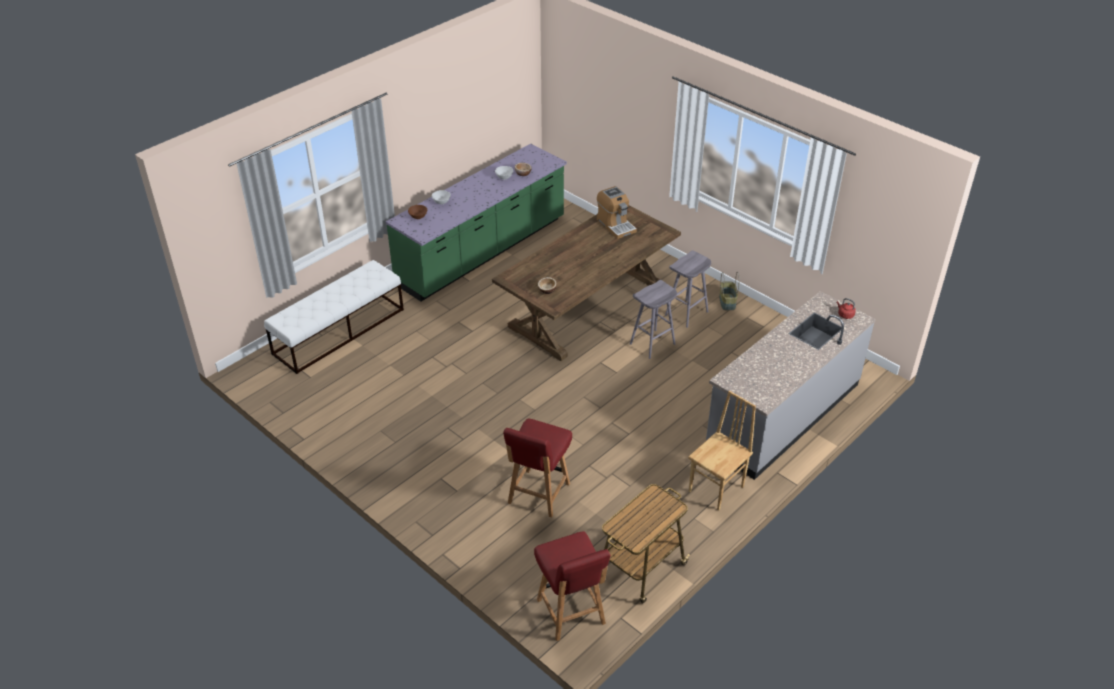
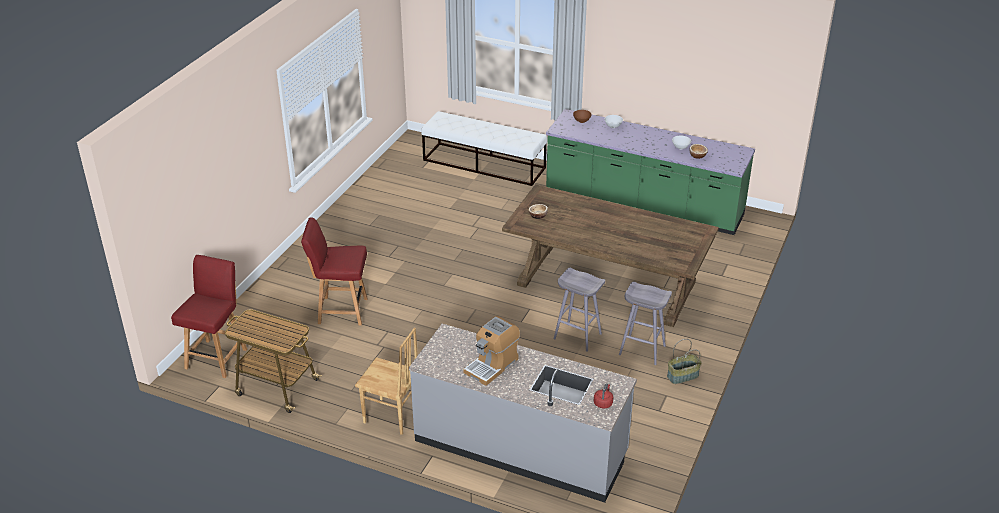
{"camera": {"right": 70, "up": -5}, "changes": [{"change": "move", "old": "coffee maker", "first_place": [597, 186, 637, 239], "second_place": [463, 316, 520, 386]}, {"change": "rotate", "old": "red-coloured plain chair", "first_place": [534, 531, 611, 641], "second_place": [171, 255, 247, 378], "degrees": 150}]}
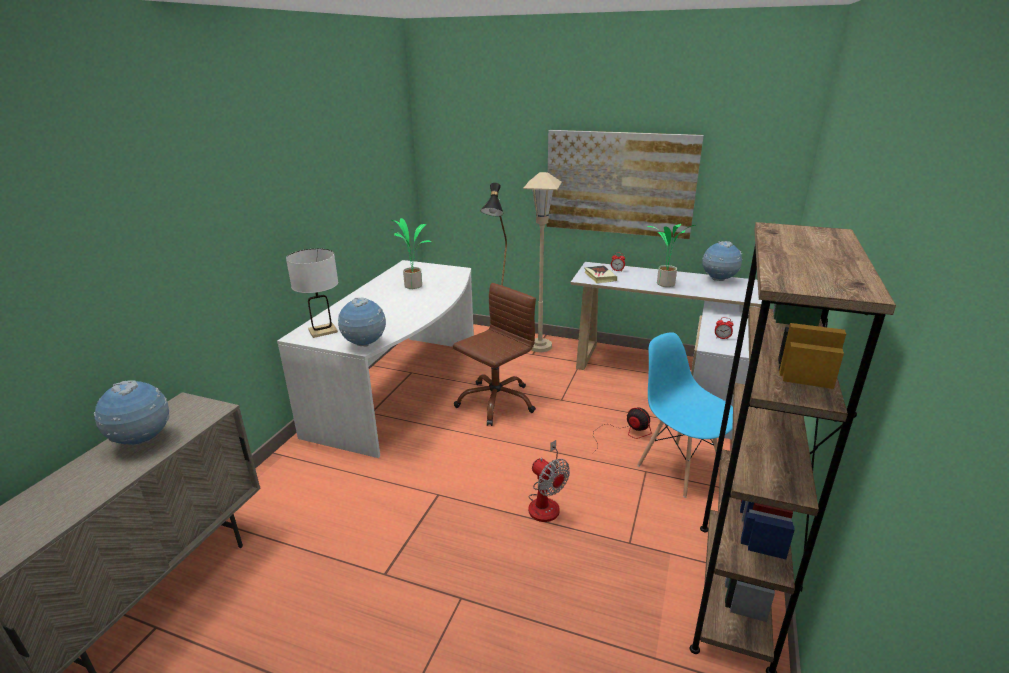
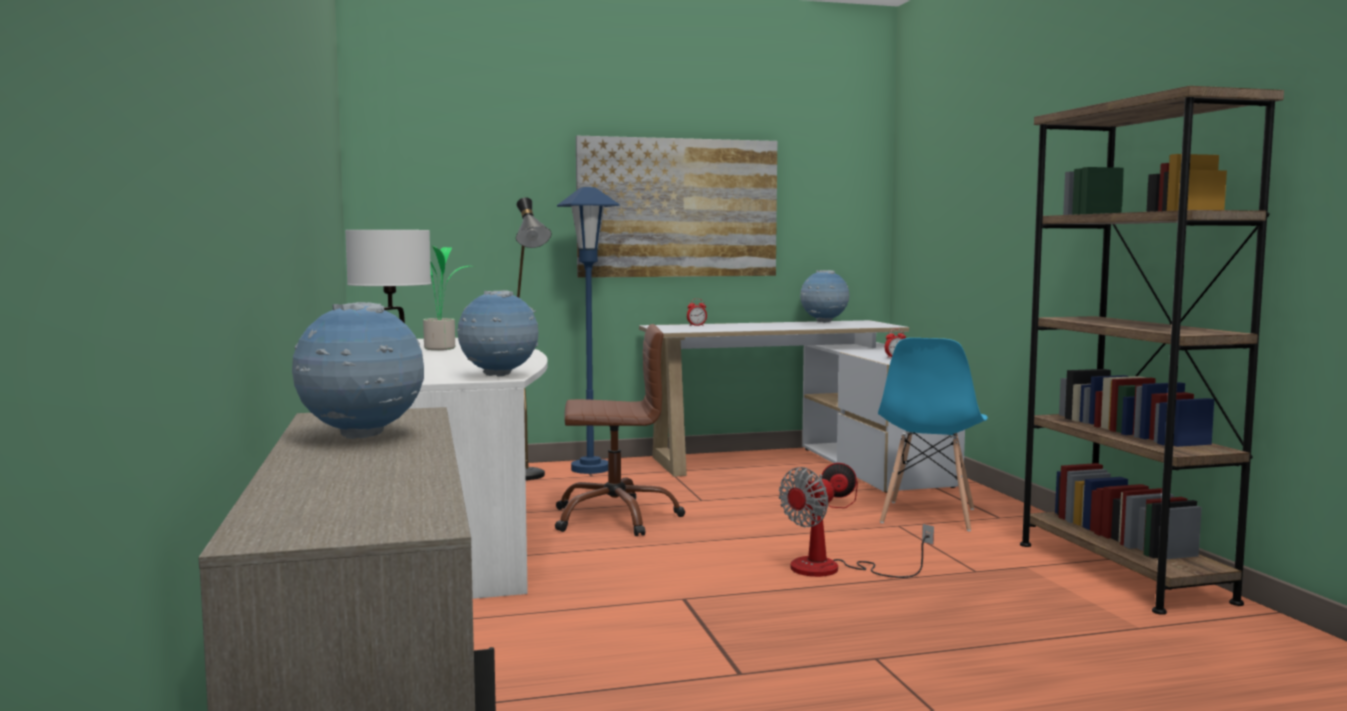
{"camera": {"right": -35, "up": -20}, "changes": [{"change": "delete", "old": "book", "first_place": [584, 265, 617, 283]}, {"change": "delete", "old": "potted plant", "first_place": [648, 224, 696, 287]}, {"change": "recolor", "old": "beige standard lamp", "new": "blue-coloured standard lamp", "first_place": [523, 172, 562, 352], "second_place": [557, 187, 620, 474]}, {"change": "rotate", "old": "brownish office chair", "first_place": [453, 283, 536, 426], "second_place": [555, 324, 685, 536], "degrees": 75}, {"change": "rotate", "old": "cooling fan", "first_place": [528, 440, 570, 522], "second_place": [779, 467, 934, 578], "degrees": 120}, {"change": "rotate", "old": "blue-coloured plain chair", "first_place": [637, 332, 733, 498], "second_place": [878, 338, 988, 531], "degrees": -90}]}
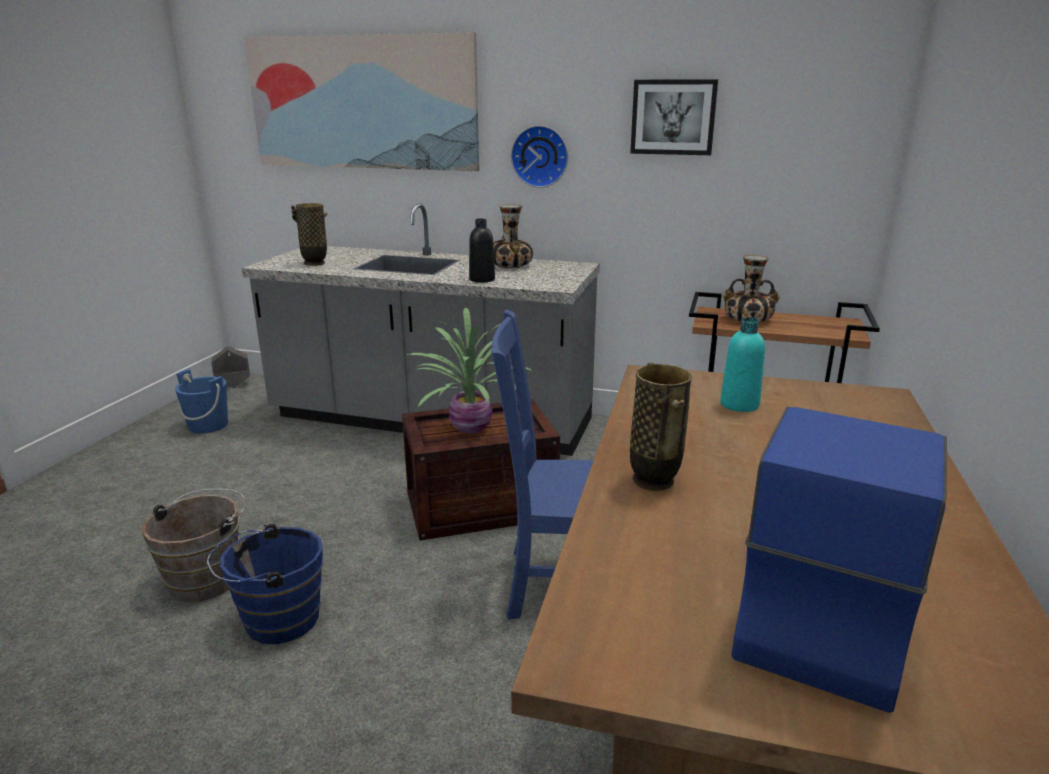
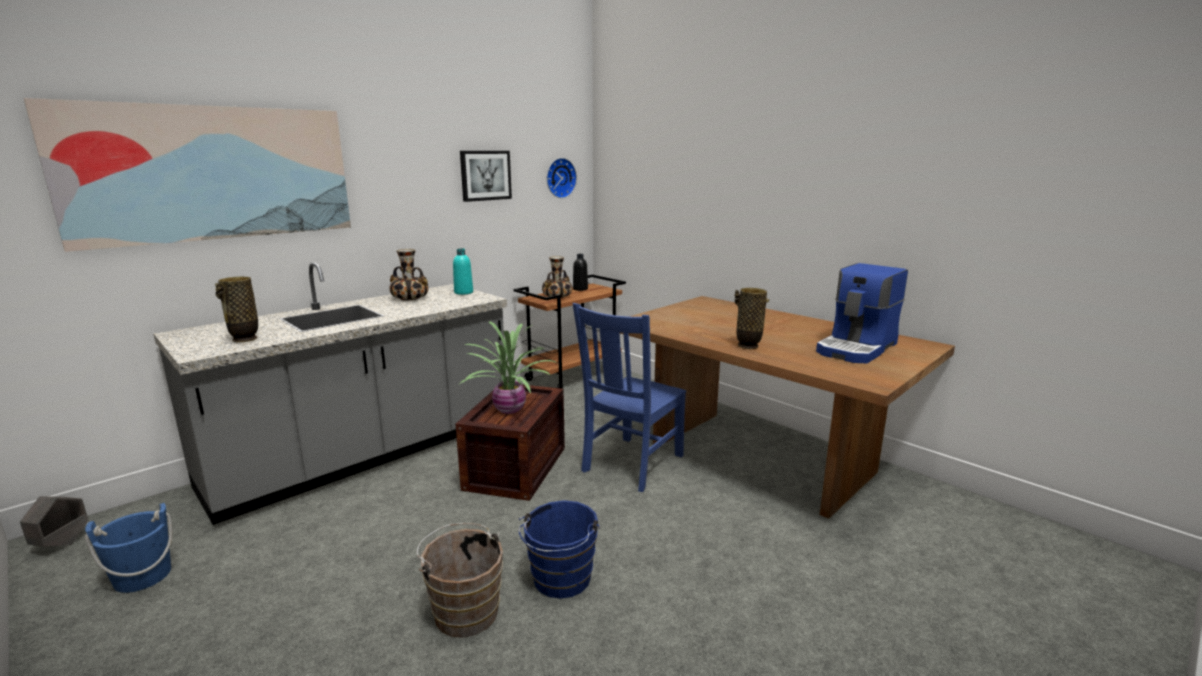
{"camera": {"right": -60, "up": -5}, "changes": [{"change": "move", "old": "black bottle", "first_place": [469, 219, 495, 283], "second_place": [573, 254, 588, 291]}, {"change": "move", "old": "hanging clock", "first_place": [511, 125, 568, 188], "second_place": [547, 158, 577, 198]}, {"change": "move", "old": "blue-green bottle", "first_place": [720, 318, 765, 412], "second_place": [453, 249, 473, 295]}, {"change": "rotate", "old": "coffee maker", "first_place": [731, 407, 947, 713], "second_place": [816, 263, 908, 363], "degrees": -105}]}
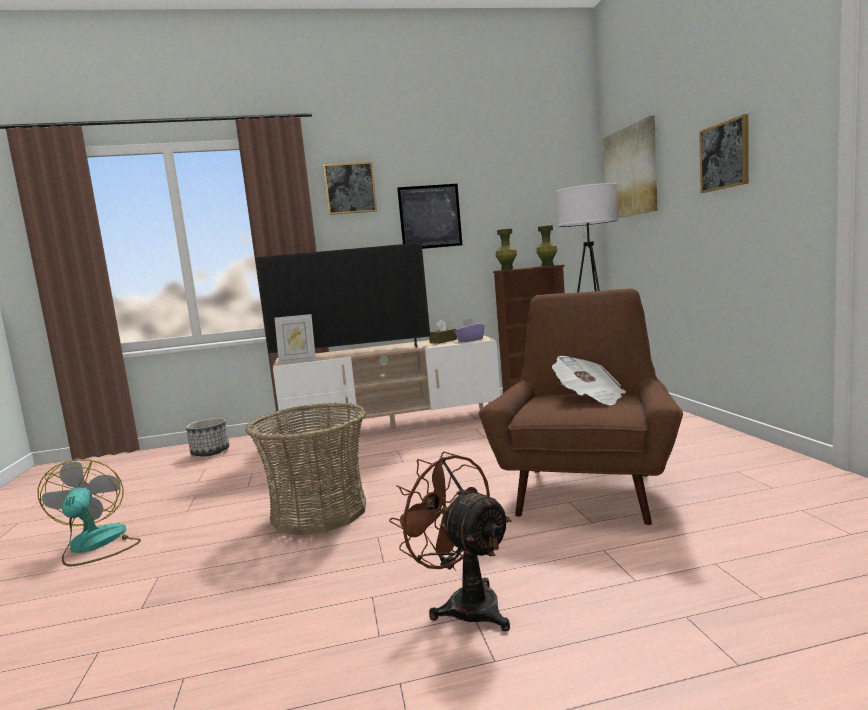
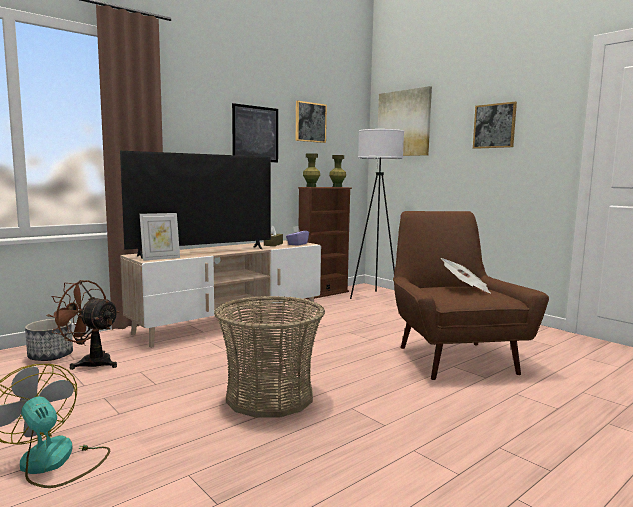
{"camera": {"right": -30, "up": 0}, "changes": [{"change": "move", "old": "wall picture", "first_place": [323, 162, 377, 215], "second_place": [296, 101, 327, 143]}, {"change": "move", "old": "brownish cooling fan", "first_place": [389, 452, 512, 631], "second_place": [46, 280, 119, 370]}]}
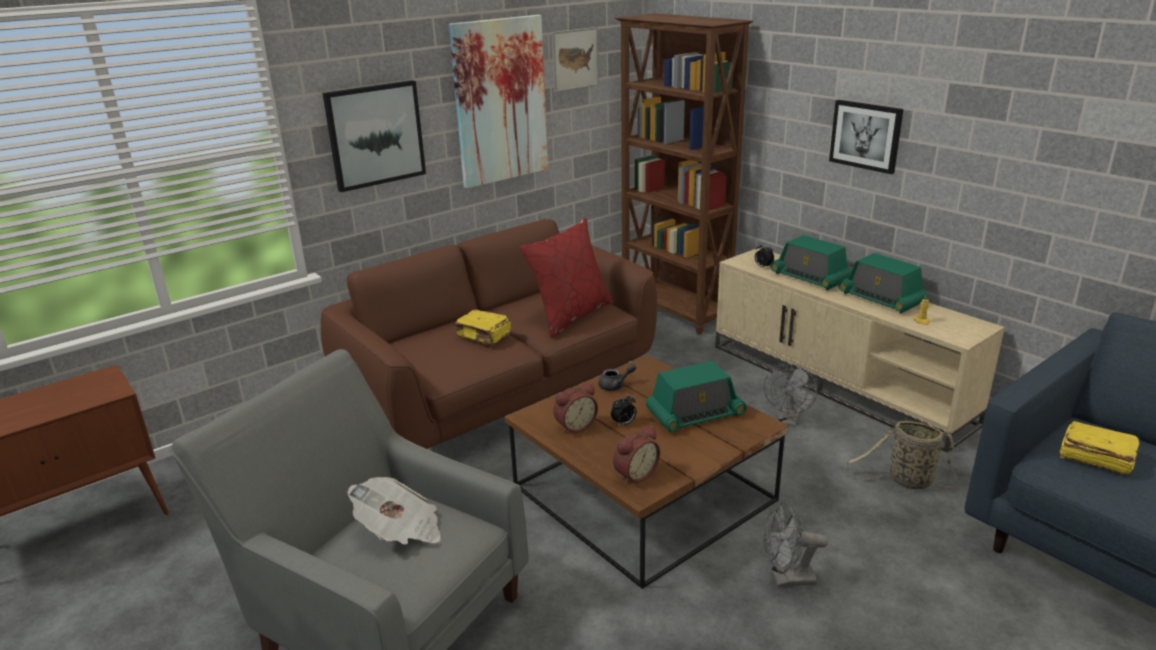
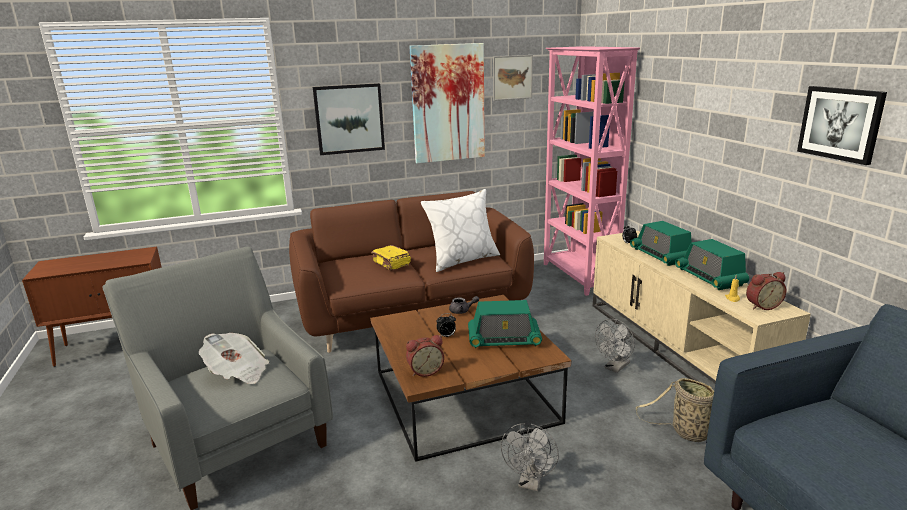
{"camera": {"right": 20, "up": -5}, "changes": [{"change": "delete", "old": "yellow book", "first_place": [1059, 421, 1140, 475]}, {"change": "move", "old": "alarm clock", "first_place": [553, 383, 598, 434], "second_place": [746, 272, 786, 310]}, {"change": "move", "old": "wall picture", "first_place": [829, 100, 904, 174], "second_place": [797, 86, 887, 165]}, {"change": "recolor", "old": "red-coloured pillow", "new": "white-coloured pillow", "first_place": [520, 217, 613, 338], "second_place": [421, 189, 500, 272]}, {"change": "recolor", "old": "brownish bookcase", "new": "pinkish bookcase", "first_place": [615, 13, 753, 335], "second_place": [544, 46, 640, 296]}, {"change": "rotate", "old": "grey cooling fan", "first_place": [763, 502, 828, 586], "second_place": [501, 423, 559, 491], "degrees": -90}]}
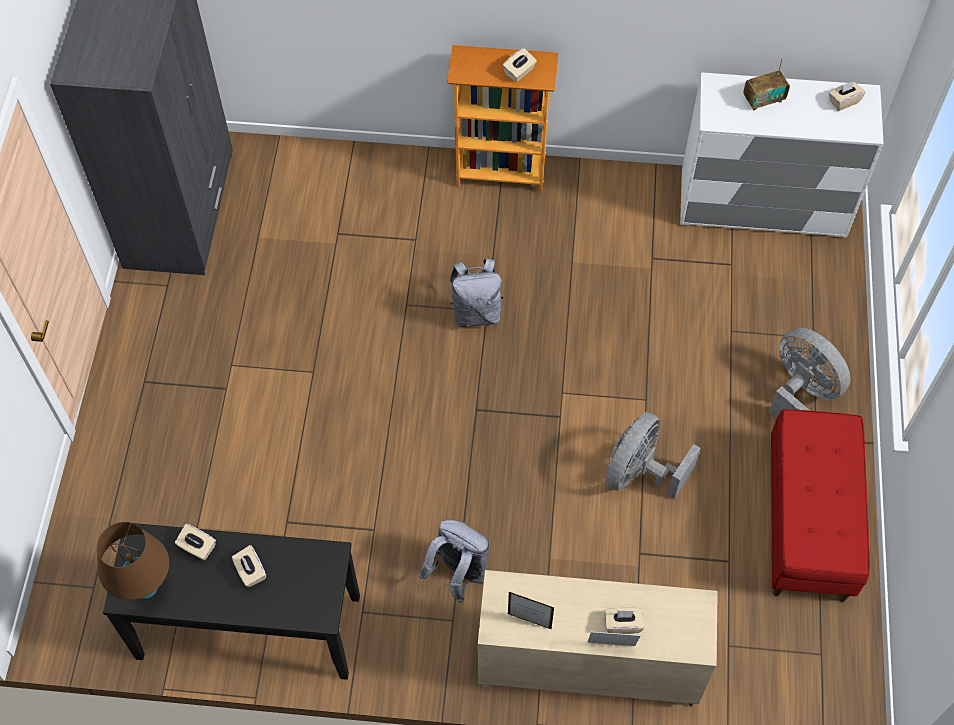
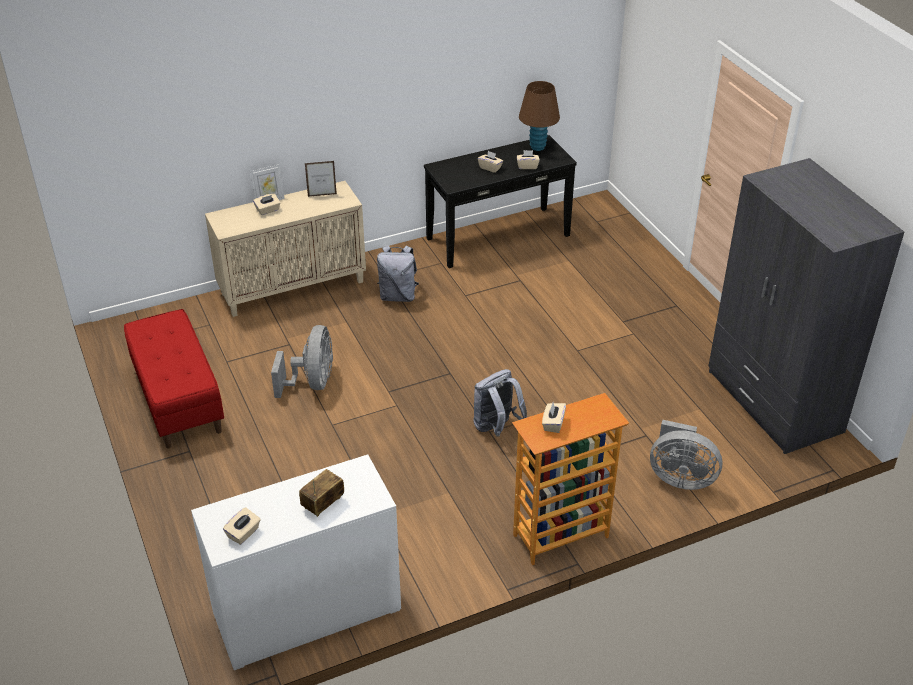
{"camera": {"right": 150, "up": -20}, "changes": [{"change": "move", "old": "grey cooling fan", "first_place": [769, 328, 851, 418], "second_place": [650, 420, 722, 490]}]}
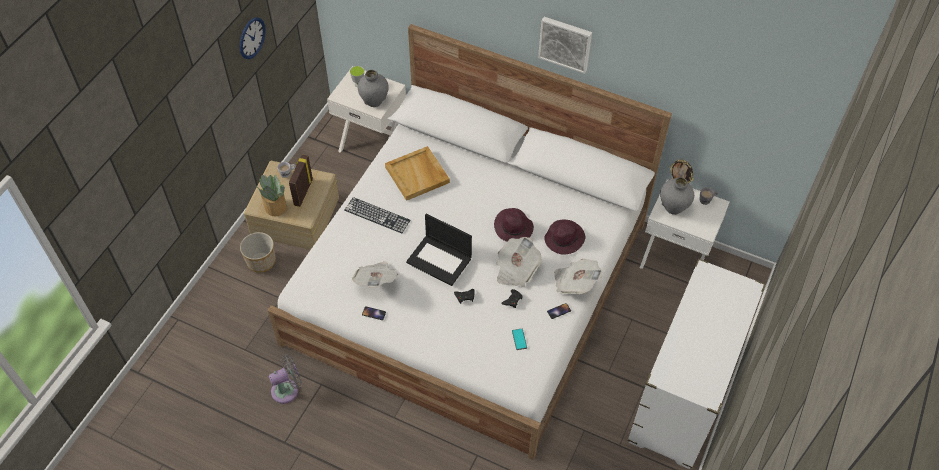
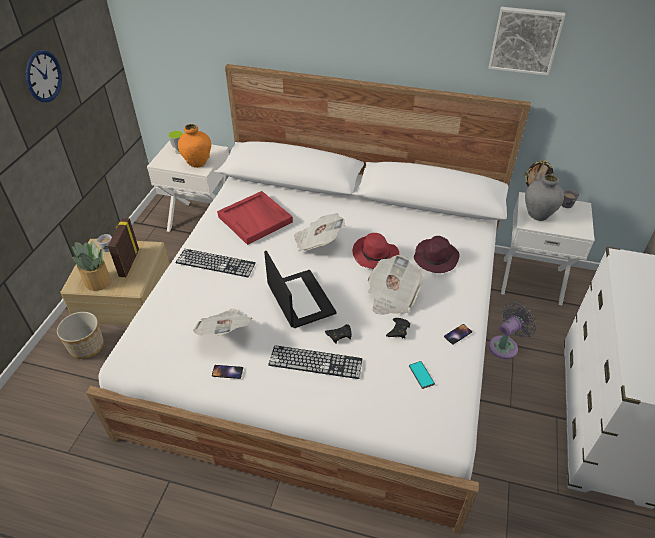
{"camera": {"right": -10, "up": -10}, "changes": [{"change": "insert", "new": "computer keyboard", "second_place": [268, 345, 362, 379]}, {"change": "move", "old": "grey cooling fan", "first_place": [269, 354, 302, 404], "second_place": [489, 302, 537, 359]}, {"change": "move", "old": "wall picture", "first_place": [538, 17, 592, 74], "second_place": [488, 7, 565, 76]}, {"change": "move", "old": "daily paper", "first_place": [554, 259, 602, 294], "second_place": [294, 213, 345, 252]}, {"change": "recolor", "old": "grey flower vase", "new": "orange flower vase", "first_place": [358, 70, 389, 107], "second_place": [178, 124, 211, 168]}, {"change": "recolor", "old": "beige carrying tray", "new": "red-coloured carrying tray", "first_place": [385, 146, 450, 201], "second_place": [217, 191, 293, 245]}, {"change": "recolor", "old": "purplish hat", "new": "red-coloured hat", "first_place": [494, 208, 534, 242], "second_place": [353, 233, 399, 269]}, {"change": "rotate", "old": "notebook computer", "first_place": [406, 214, 472, 286], "second_place": [264, 251, 337, 328], "degrees": -135}]}
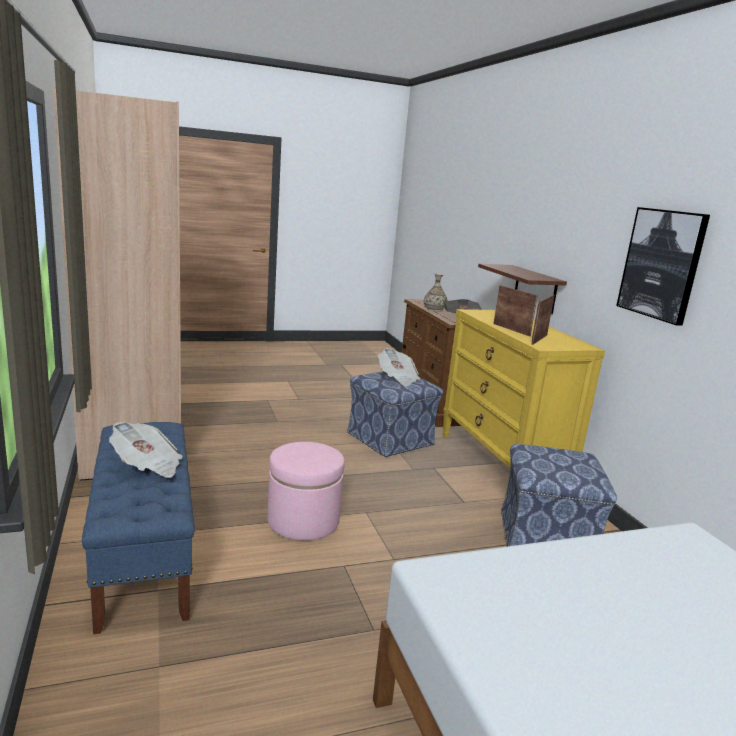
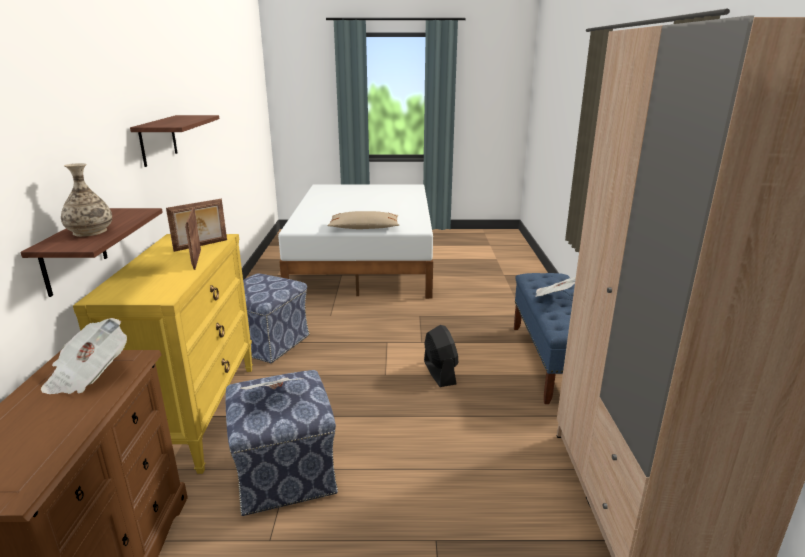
{"camera": {"right": -160, "up": 5}, "changes": [{"change": "insert", "new": "beige pillow", "second_place": [327, 211, 399, 229]}, {"change": "move", "old": "flower vase", "first_place": [424, 273, 448, 312], "second_place": [61, 163, 112, 237]}, {"change": "replace", "old": "pinkish ottoman", "new": "black cooling fan", "first_place": [267, 442, 345, 541], "second_place": [424, 325, 458, 387]}, {"change": "replace", "old": "wall picture", "new": "wall shelf", "first_place": [616, 207, 710, 326], "second_place": [130, 115, 219, 167]}]}
